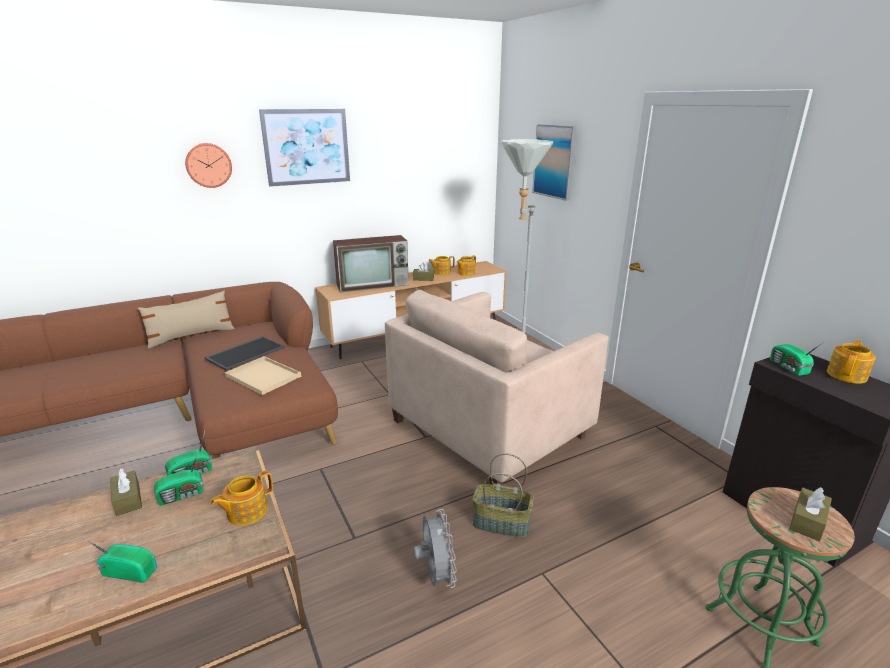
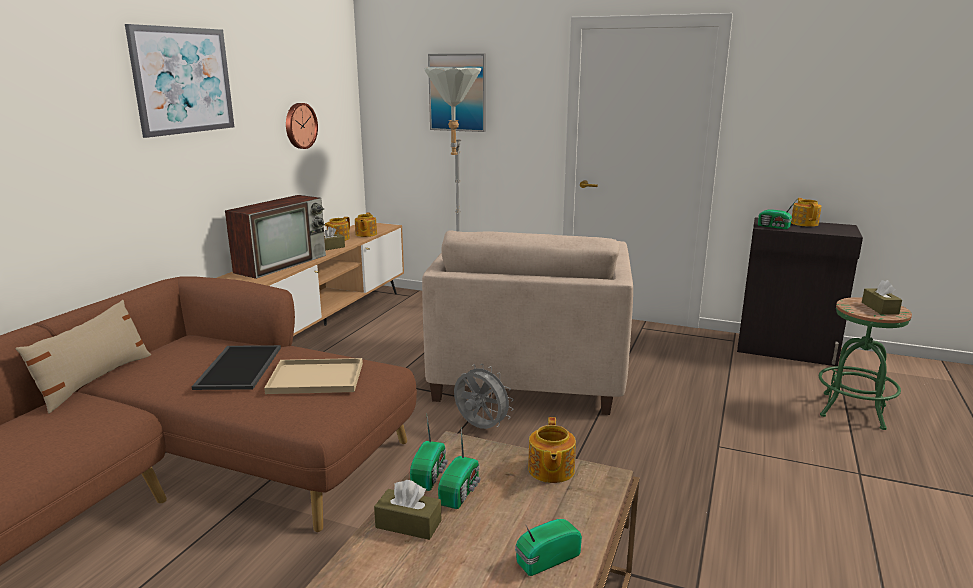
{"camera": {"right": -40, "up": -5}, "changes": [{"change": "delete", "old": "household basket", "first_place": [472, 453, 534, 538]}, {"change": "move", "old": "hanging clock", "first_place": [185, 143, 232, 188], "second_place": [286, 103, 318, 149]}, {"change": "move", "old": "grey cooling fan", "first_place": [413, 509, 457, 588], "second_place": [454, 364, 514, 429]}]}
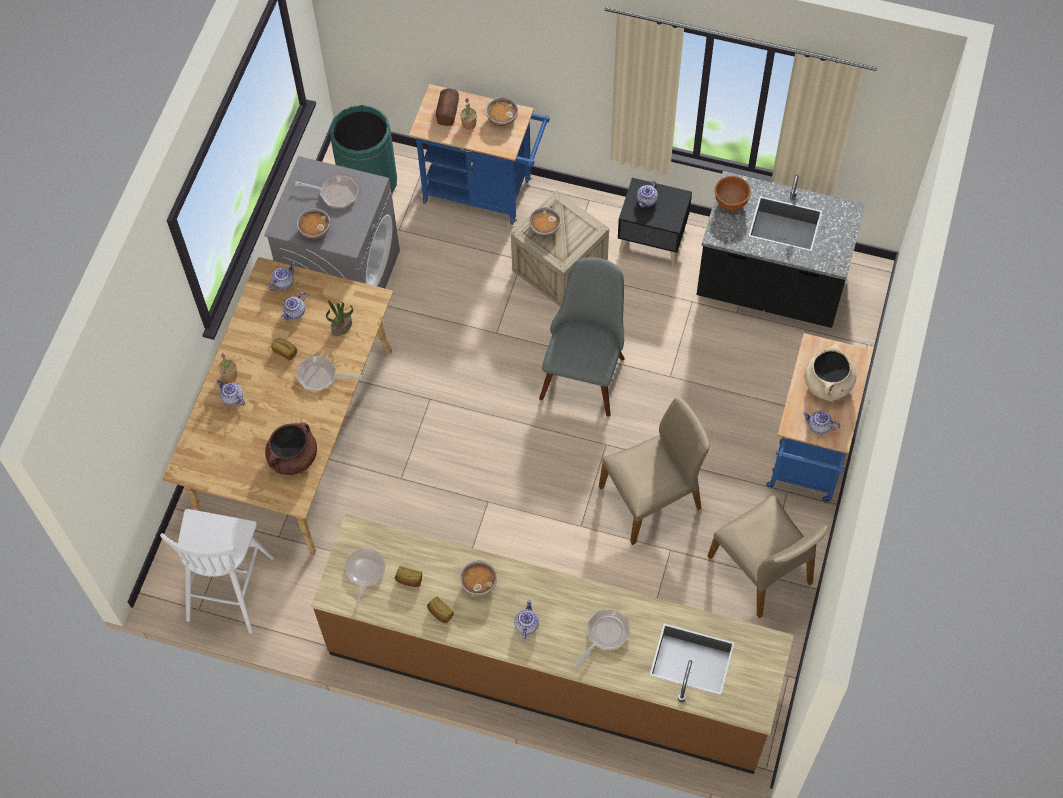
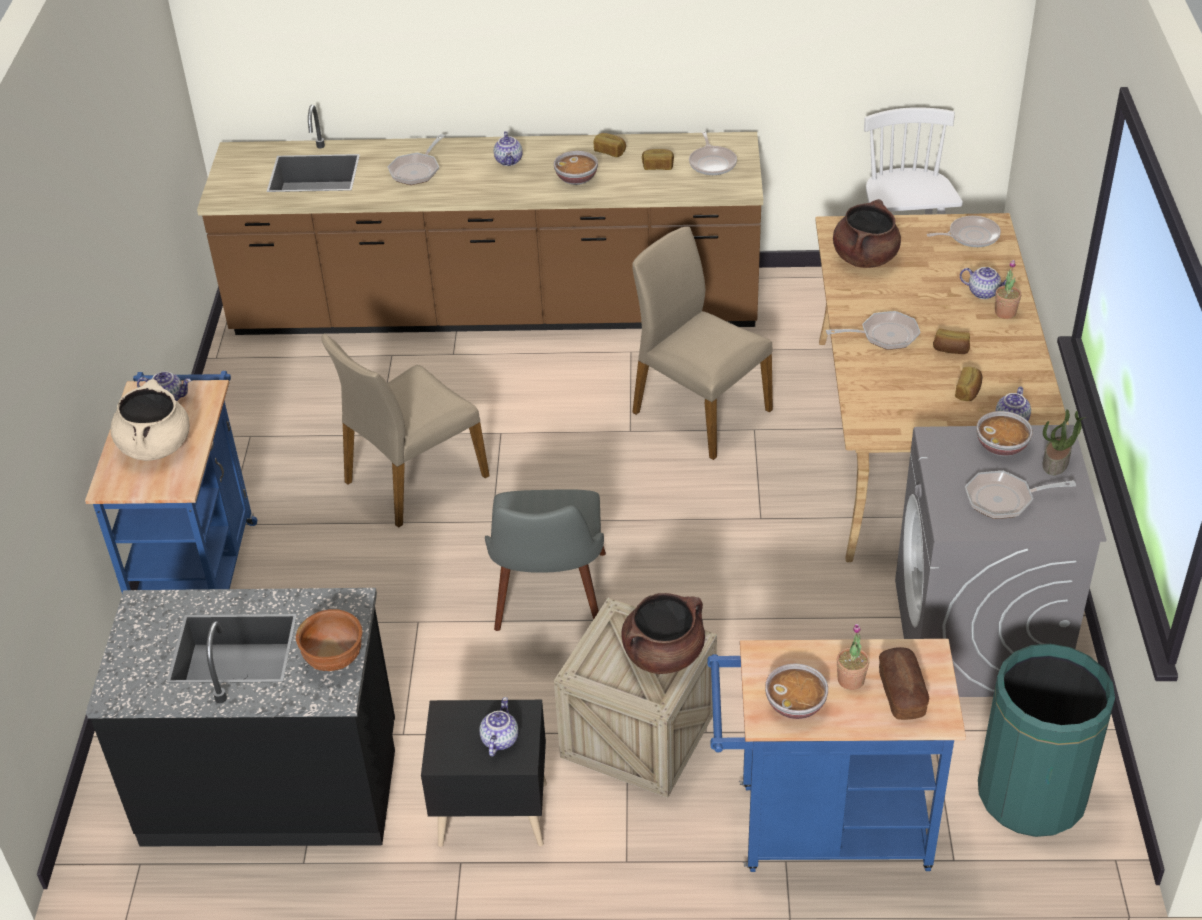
{"camera": {"right": 165, "up": -20}, "changes": [{"change": "insert", "new": "skillet", "second_place": [927, 216, 1001, 247]}, {"change": "move", "old": "potted plant", "first_place": [326, 300, 353, 336], "second_place": [1043, 409, 1086, 475]}, {"change": "move", "old": "beige plain chair", "first_place": [708, 496, 828, 618], "second_place": [632, 227, 773, 460]}, {"change": "replace", "old": "pot for tea", "new": "bread", "first_place": [281, 292, 306, 320], "second_place": [955, 367, 982, 401]}, {"change": "replace", "old": "deep dish", "new": "brownish cooking pot", "first_place": [529, 207, 561, 237], "second_place": [621, 593, 705, 674]}]}
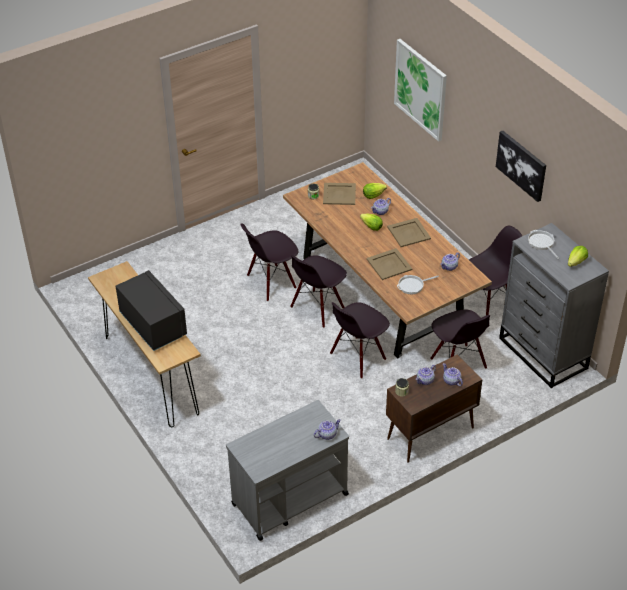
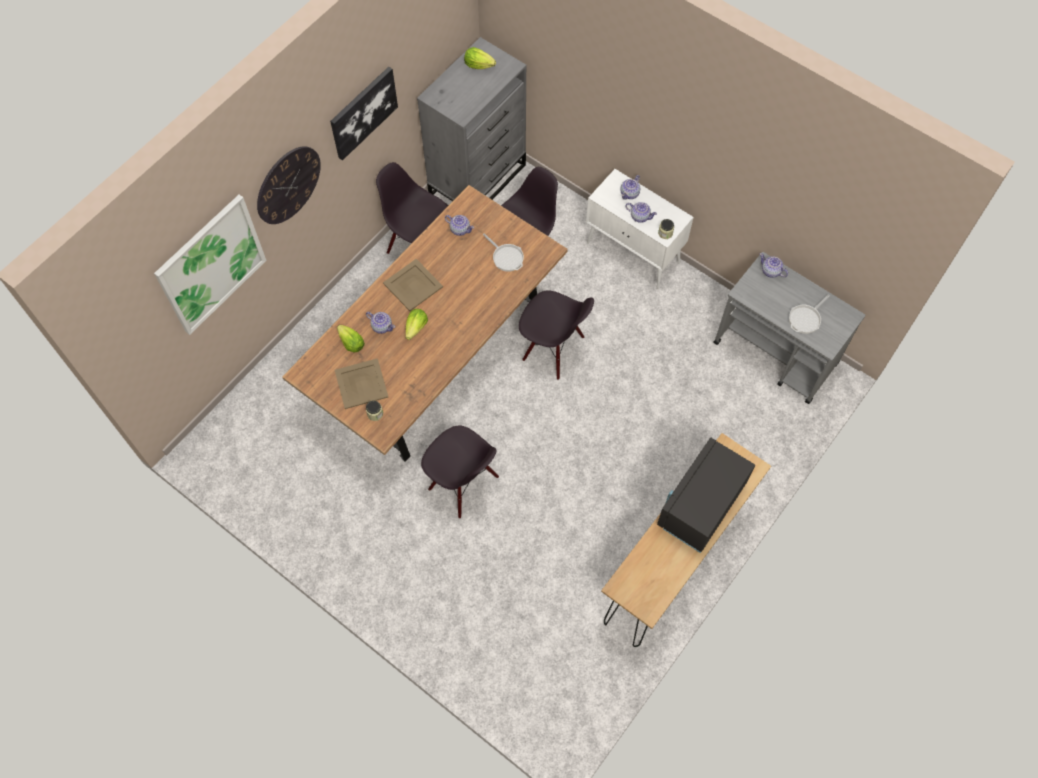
{"camera": {"right": -110, "up": 20}, "changes": [{"change": "delete", "old": "black plain chair", "first_place": [290, 255, 347, 328]}, {"change": "delete", "old": "beige carrying tray", "first_place": [367, 248, 412, 280]}, {"change": "insert", "new": "hanging clock", "second_place": [257, 146, 321, 224]}, {"change": "move", "old": "skillet", "first_place": [528, 230, 560, 259], "second_place": [789, 294, 830, 334]}, {"change": "recolor", "old": "brownish storage cabinet", "new": "white-coloured storage cabinet", "first_place": [386, 354, 482, 463], "second_place": [586, 169, 694, 289]}]}
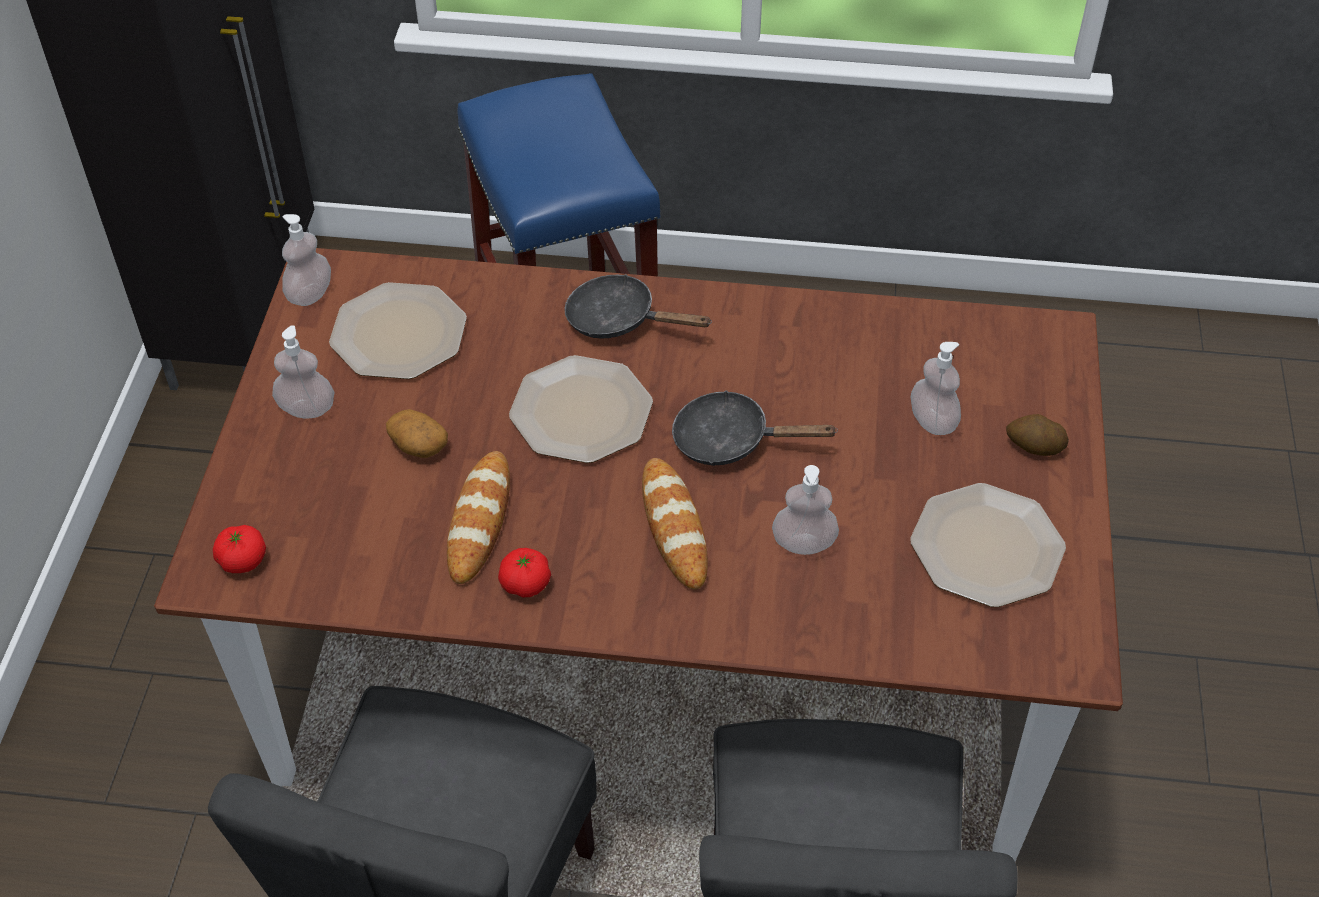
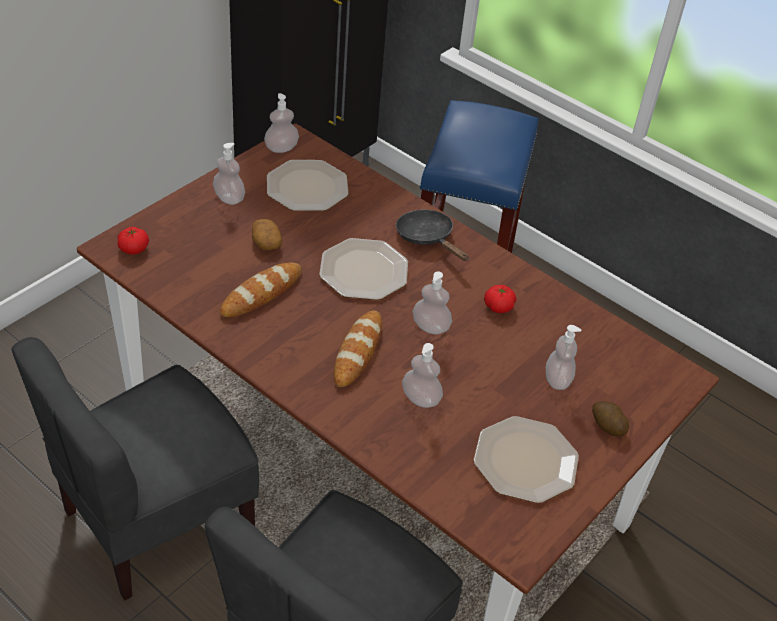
{"camera": {"right": 30, "up": -5}, "changes": [{"change": "move", "old": "whole tomato", "first_place": [498, 548, 551, 597], "second_place": [484, 285, 516, 313]}, {"change": "replace", "old": "black skillet", "new": "soap bottle", "first_place": [672, 390, 838, 466], "second_place": [412, 271, 452, 334]}]}
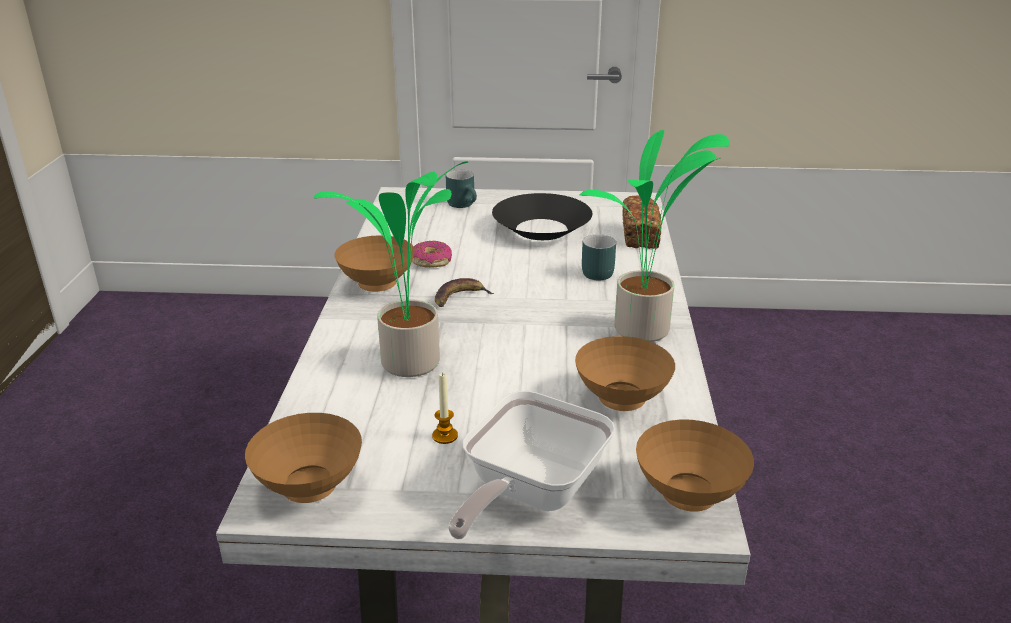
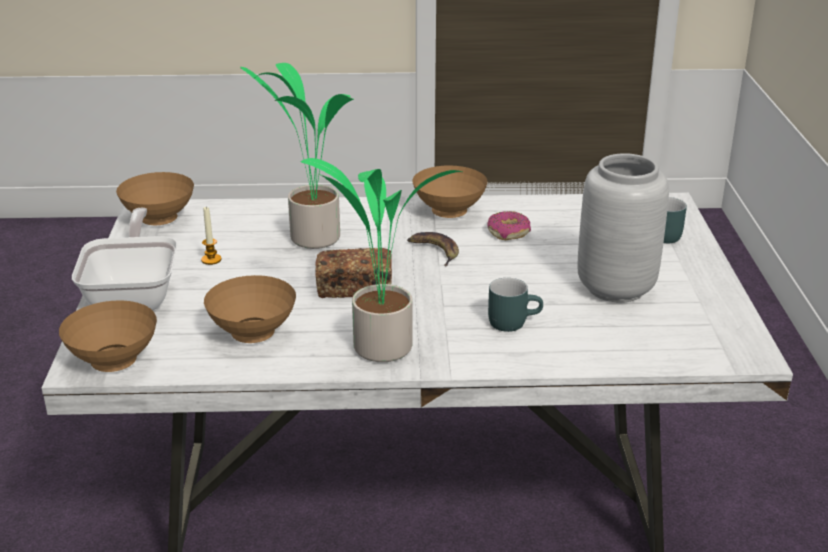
{"camera": {"right": 85, "up": 0}, "changes": [{"change": "move", "old": "bread", "first_place": [622, 195, 662, 249], "second_place": [315, 248, 392, 298]}, {"change": "replace", "old": "black deep dish", "new": "grey flower vase", "first_place": [492, 193, 592, 240], "second_place": [578, 153, 669, 303]}, {"change": "rotate", "old": "skillet", "first_place": [448, 391, 615, 539], "second_place": [72, 208, 178, 311], "degrees": 60}]}
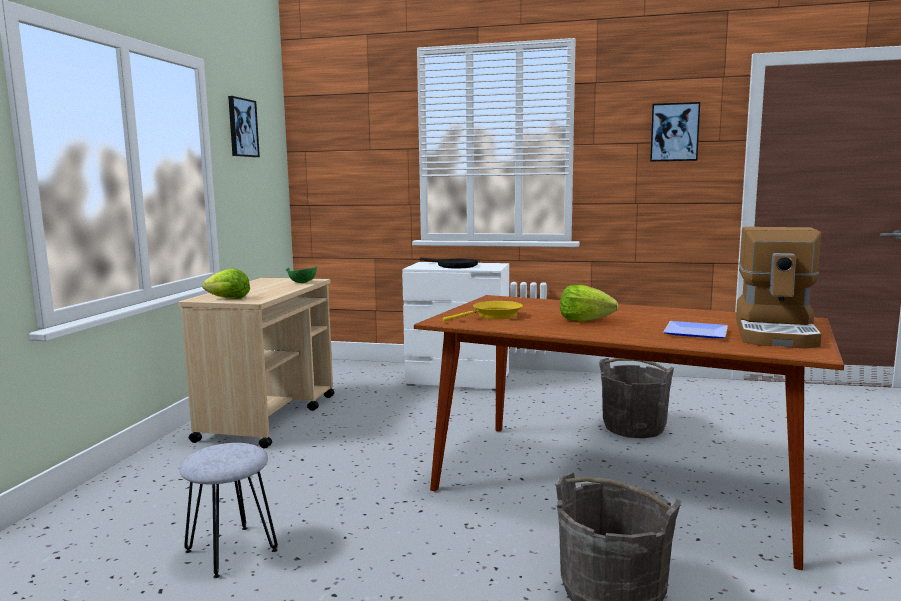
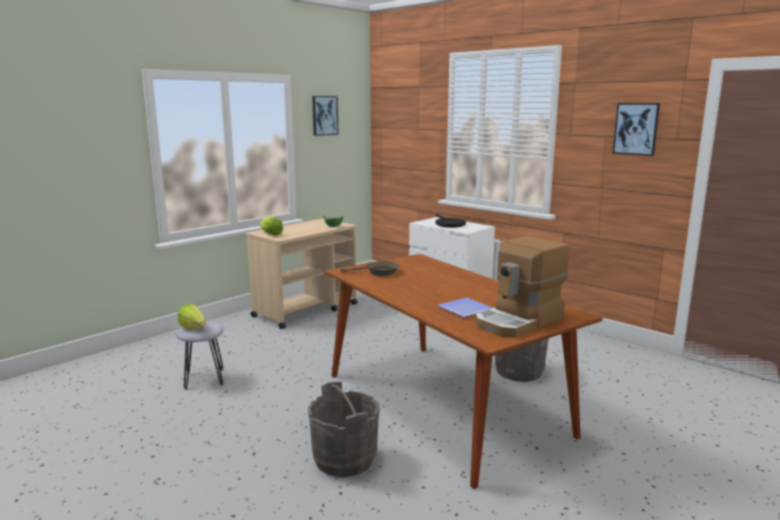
{"camera": {"right": 30, "up": 5}, "changes": [{"change": "move", "old": "head of lettuce", "first_place": [560, 285, 618, 322], "second_place": [178, 304, 205, 330]}, {"change": "recolor", "old": "yellow skillet", "new": "brownish skillet", "first_place": [443, 301, 523, 322], "second_place": [340, 261, 400, 276]}]}
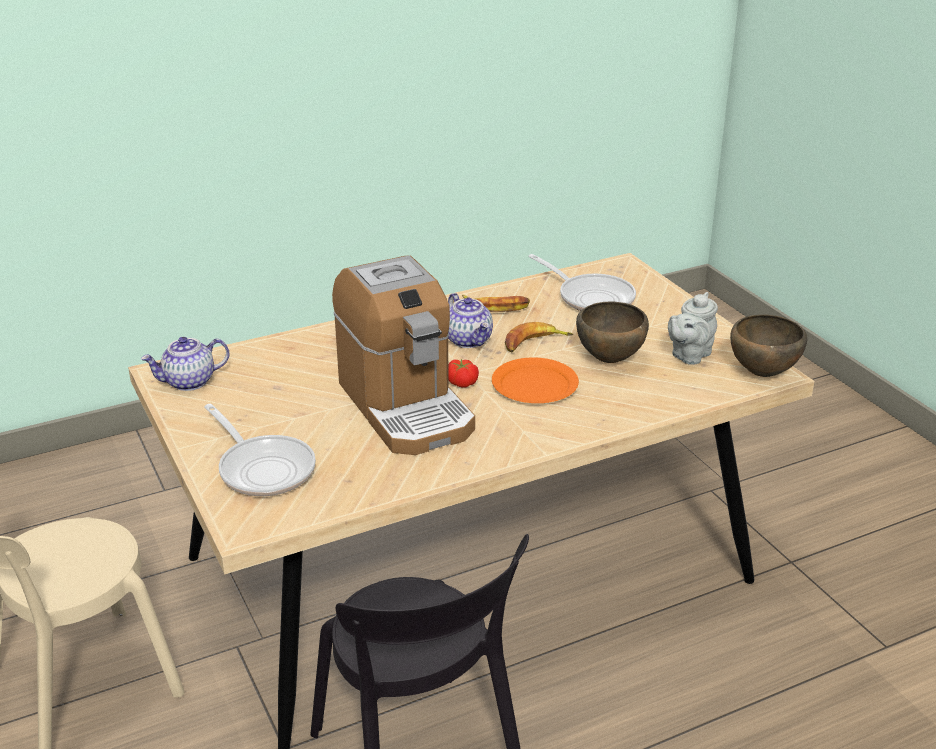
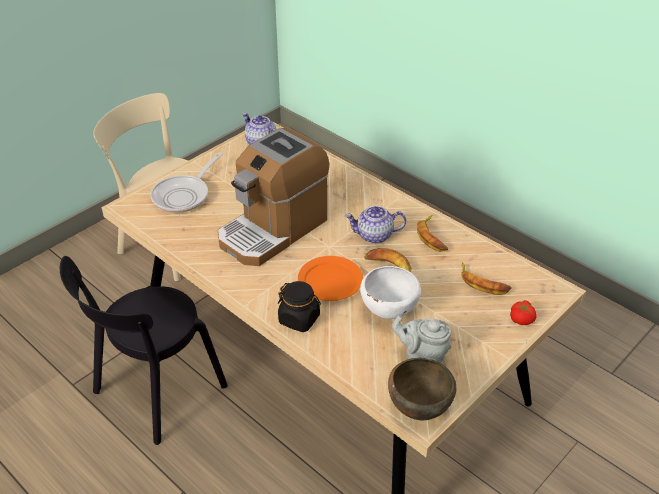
{"camera": {"right": 70, "up": 10}, "changes": [{"change": "insert", "new": "black jar", "second_place": [278, 281, 321, 332]}, {"change": "move", "old": "whole tomato", "first_place": [448, 359, 479, 388], "second_place": [510, 300, 537, 325]}, {"change": "replace", "old": "skillet", "new": "banana", "first_place": [528, 254, 636, 311], "second_place": [461, 262, 511, 295]}, {"change": "recolor", "old": "brownish deep dish", "new": "white-coloured deep dish", "first_place": [576, 302, 649, 363], "second_place": [360, 266, 421, 319]}, {"change": "rotate", "old": "pot for tea", "first_place": [448, 293, 493, 348], "second_place": [345, 206, 406, 244], "degrees": 45}]}
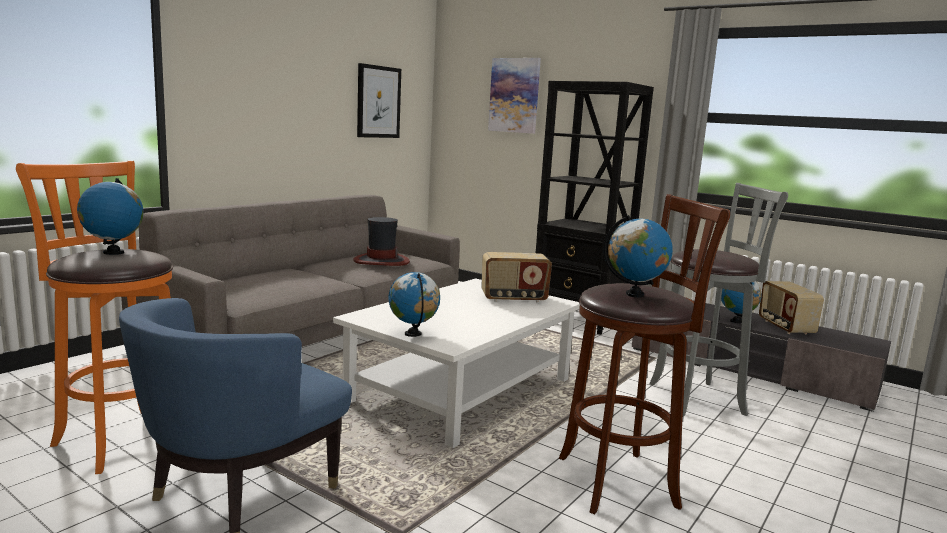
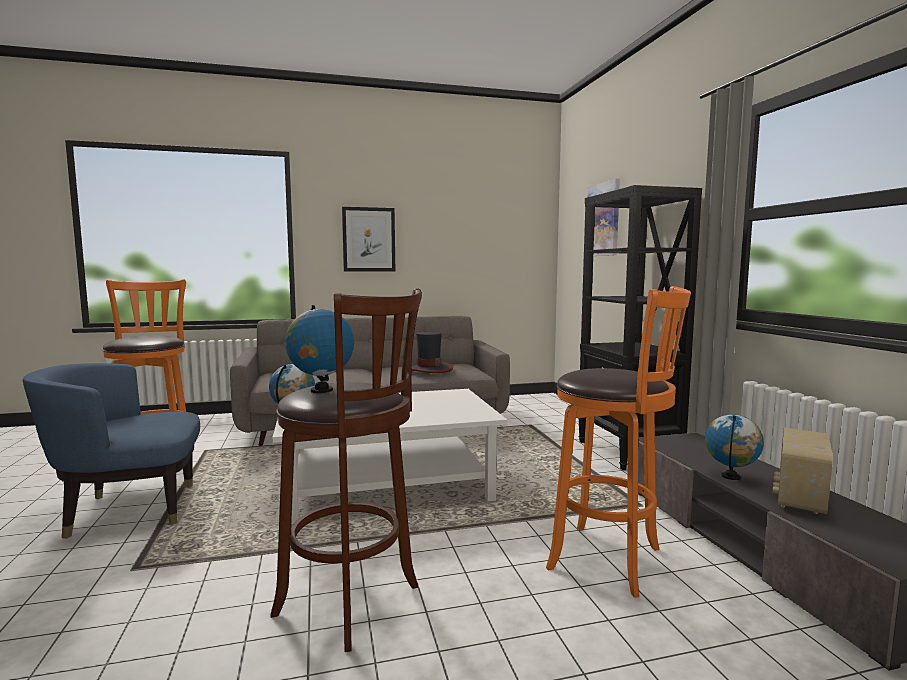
{"camera": {"right": 40, "up": -5}, "changes": [{"change": "delete", "old": "world globe", "first_place": [77, 178, 143, 255]}, {"change": "delete", "old": "radio", "first_place": [481, 252, 552, 303]}, {"change": "move", "old": "wall picture", "first_place": [357, 63, 401, 138], "second_place": [342, 207, 395, 272]}, {"change": "recolor", "old": "grey stool", "new": "orange stool", "first_place": [649, 183, 788, 417], "second_place": [546, 286, 691, 598]}]}
